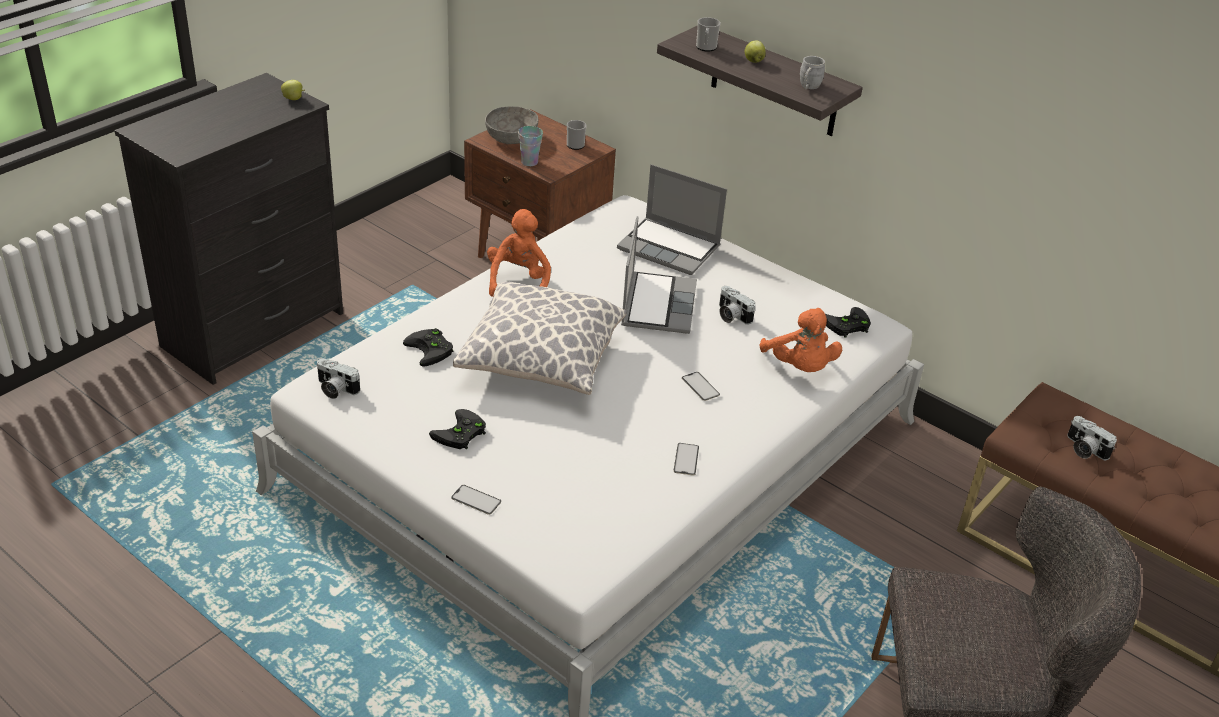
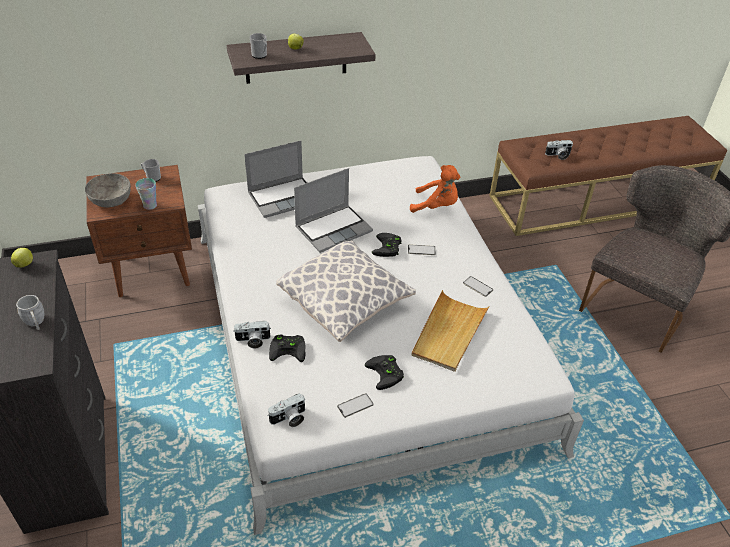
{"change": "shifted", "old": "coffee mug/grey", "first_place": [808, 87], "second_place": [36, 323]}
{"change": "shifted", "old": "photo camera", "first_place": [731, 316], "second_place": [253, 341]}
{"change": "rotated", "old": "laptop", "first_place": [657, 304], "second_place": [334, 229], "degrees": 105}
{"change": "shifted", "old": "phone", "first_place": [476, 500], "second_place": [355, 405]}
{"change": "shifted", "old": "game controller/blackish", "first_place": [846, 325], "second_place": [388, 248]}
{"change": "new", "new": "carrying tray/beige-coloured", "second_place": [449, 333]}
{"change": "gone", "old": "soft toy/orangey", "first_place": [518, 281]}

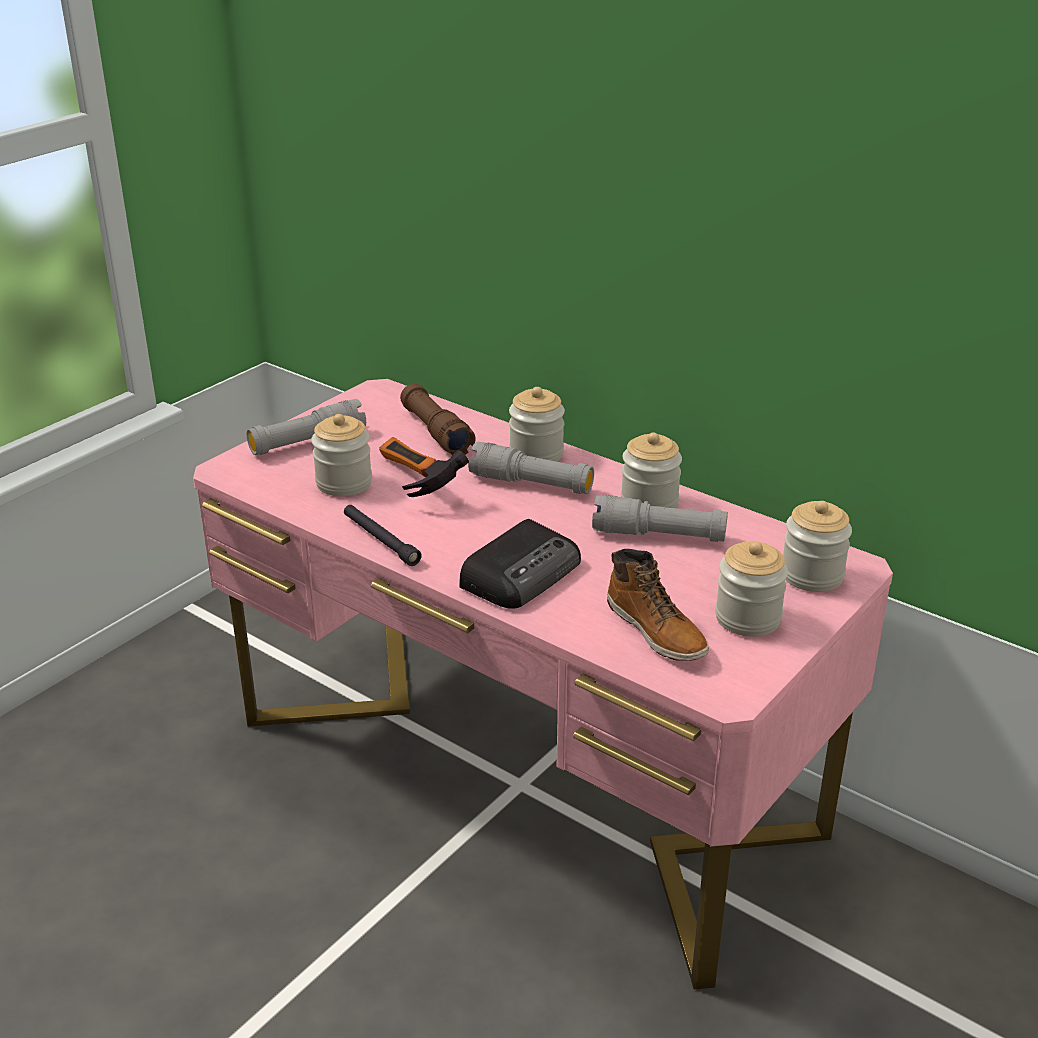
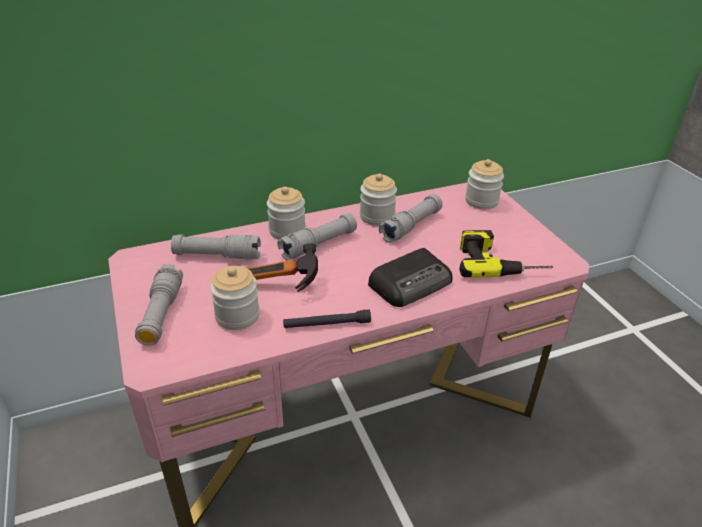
{"change": "repainted", "old": "flashlight/brown", "new": "flashlight/grey", "first_place": [436, 432], "second_place": [217, 256]}
{"change": "rotated", "old": "radio set", "first_place": [522, 573], "second_place": [411, 283], "degrees": 75}
{"change": "swapped", "old": "tall boot", "new": "electric drill", "first_place": [657, 630], "second_place": [499, 261]}
{"change": "gone", "old": "preserve jar", "first_place": [748, 618]}

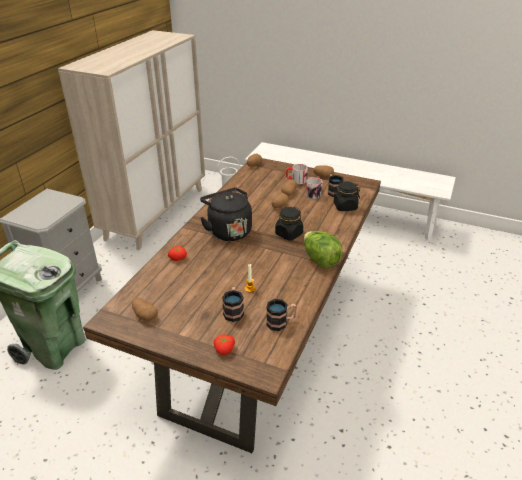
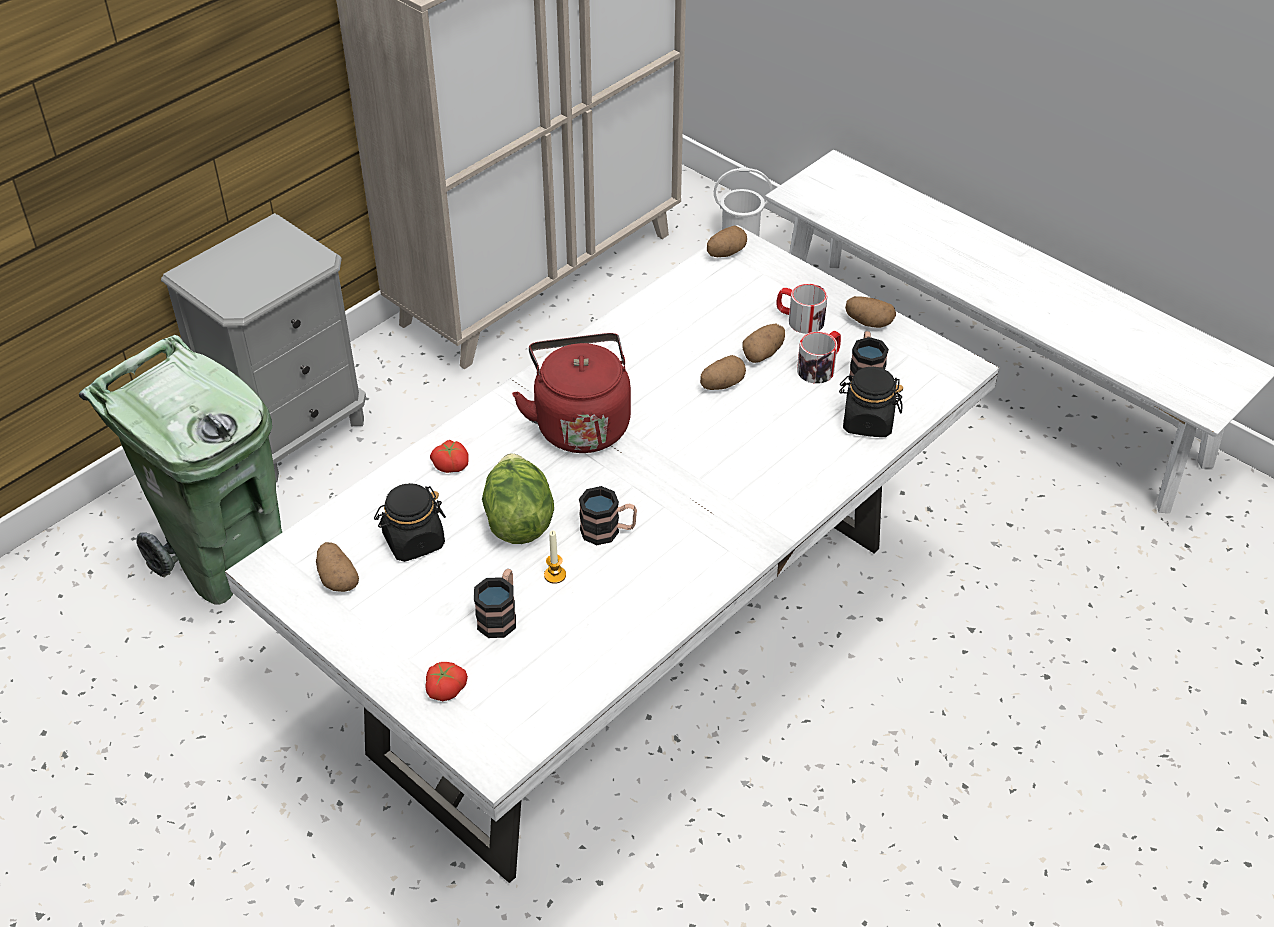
{"change": "repainted", "old": "dining table/brown", "new": "dining table/white-coloured", "first_place": [261, 336], "second_place": [636, 649]}
{"change": "shifted", "old": "preserve jar/blackish", "first_place": [288, 234], "second_place": [413, 541]}
{"change": "shifted", "old": "head of lettuce", "first_place": [320, 260], "second_place": [518, 520]}
{"change": "repainted", "old": "kettle/blackish", "new": "kettle/red-coloured", "first_place": [228, 230], "second_place": [580, 423]}
{"change": "shifted", "old": "coffee mug", "first_place": [281, 322], "second_place": [608, 531]}

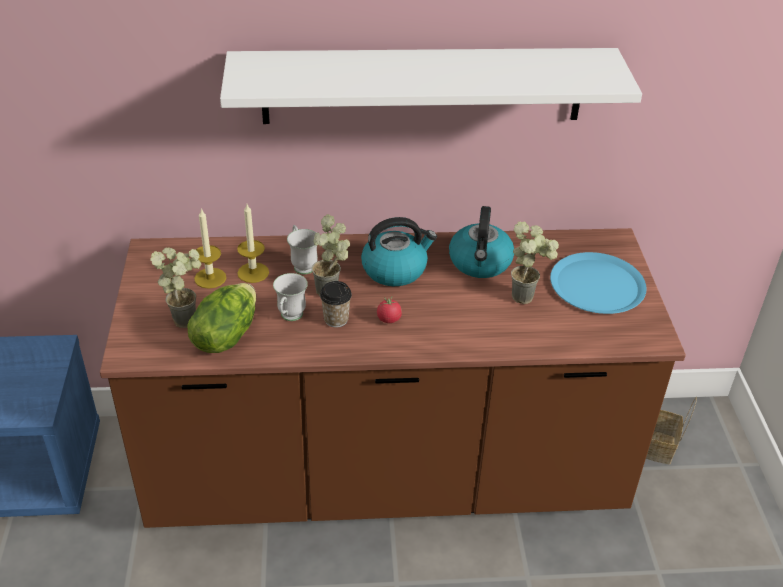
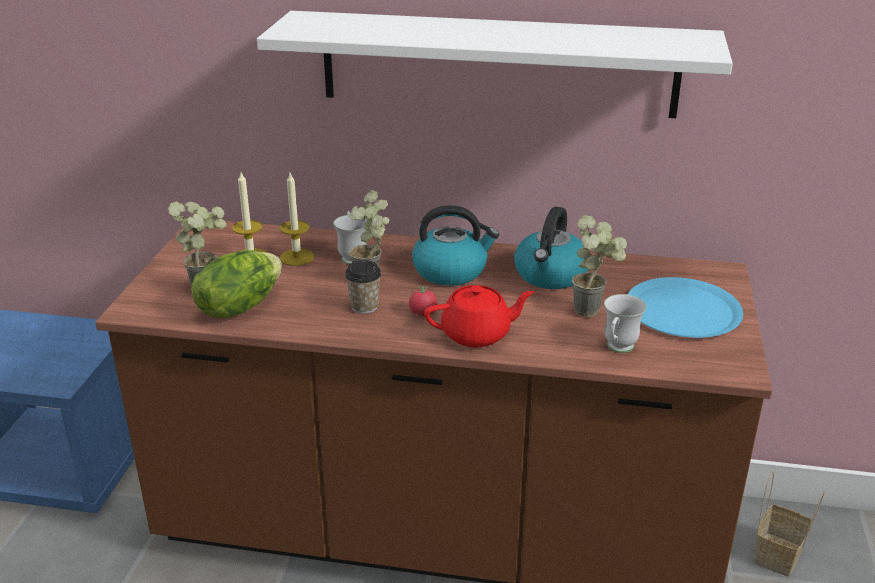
{"change": "new", "new": "teapot/red-coloured", "second_place": [477, 334]}
{"change": "shifted", "old": "coffee mug/white-coloured", "first_place": [290, 318], "second_place": [617, 349]}

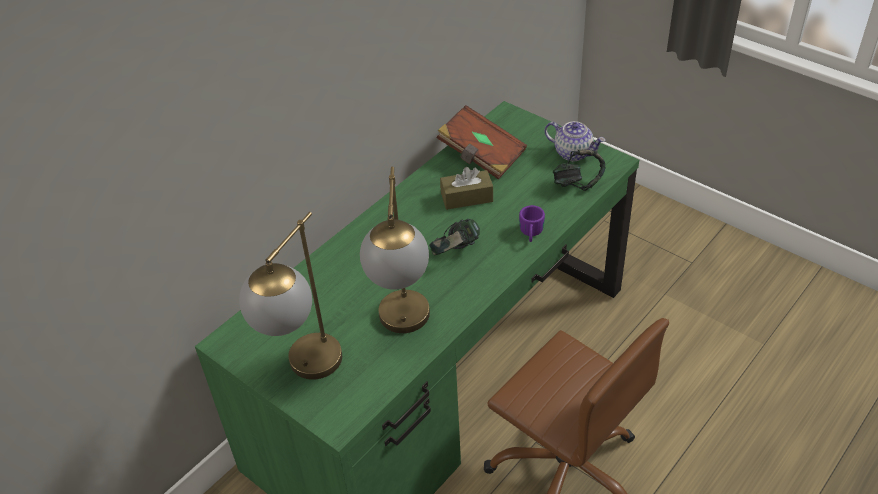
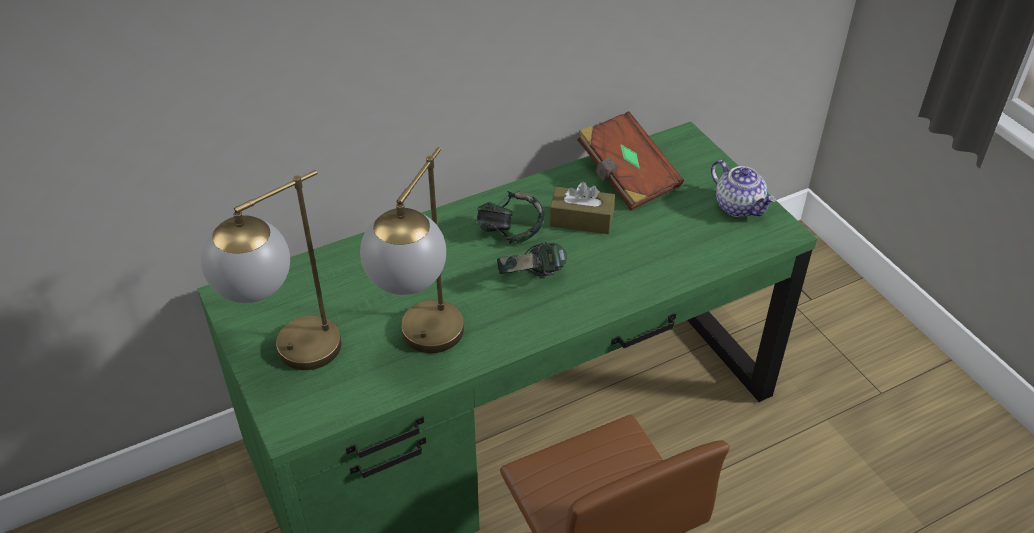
{"change": "shifted", "old": "headset", "first_place": [577, 183], "second_place": [510, 233]}
{"change": "gone", "old": "coffee mug/purple", "first_place": [531, 234]}

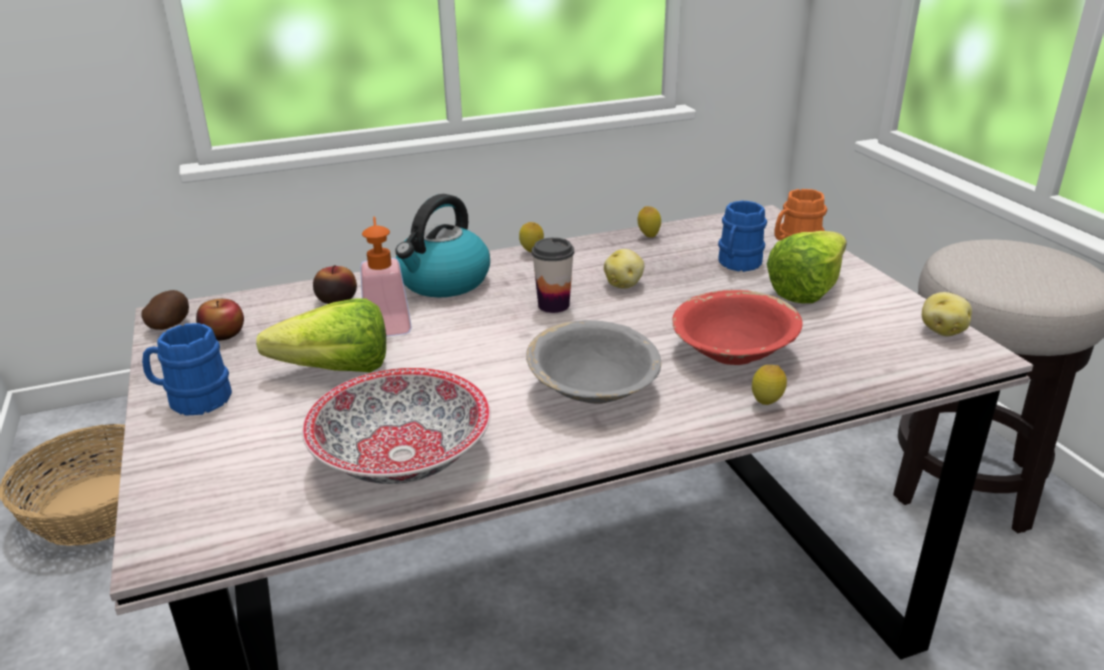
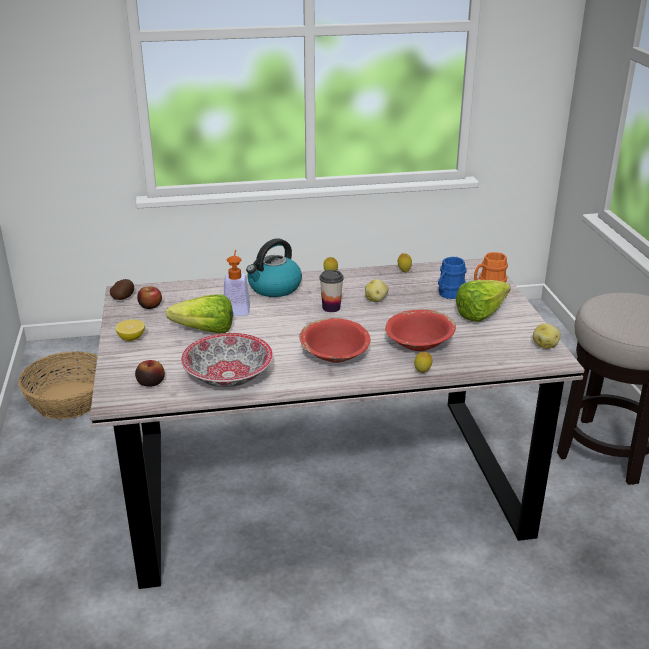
{"change": "swapped", "old": "coffee mug/blue", "new": "citrus fruit", "first_place": [192, 400], "second_place": [131, 338]}
{"change": "shifted", "old": "whole apple", "first_place": [336, 299], "second_place": [151, 382]}
{"change": "repainted", "old": "bowl/grey", "new": "bowl/red-coloured", "first_place": [593, 390], "second_place": [334, 355]}

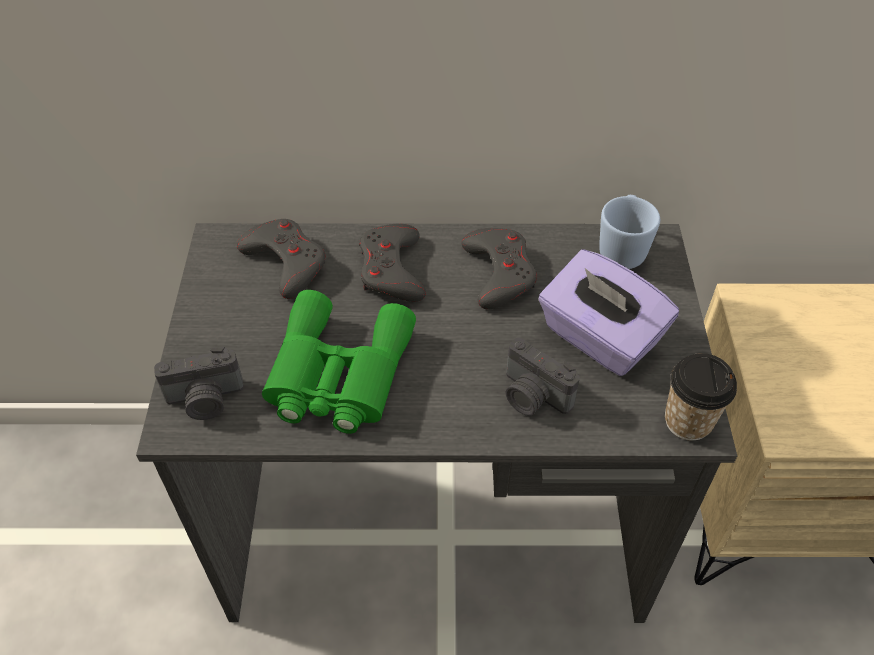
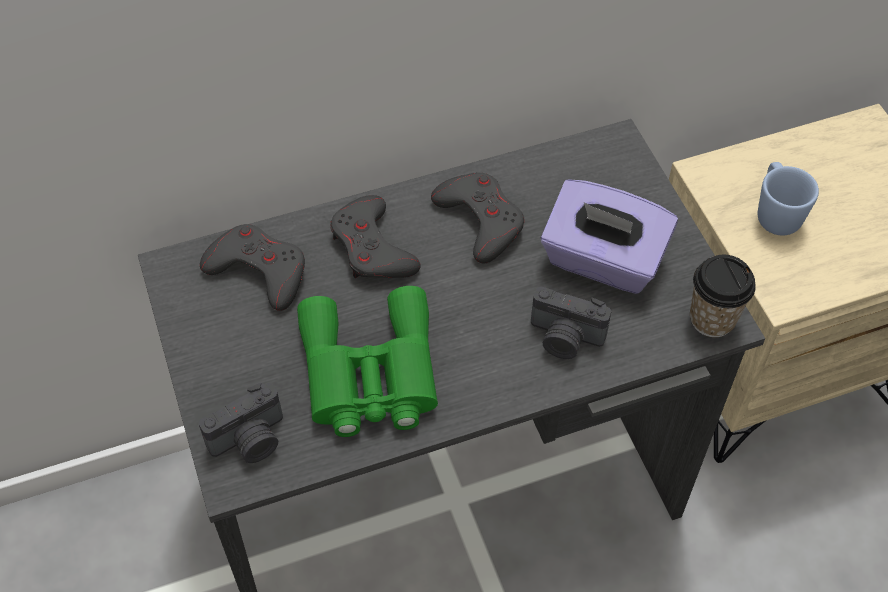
{"change": "shifted", "old": "coffee mug/blue", "first_place": [622, 249], "second_place": [775, 213]}

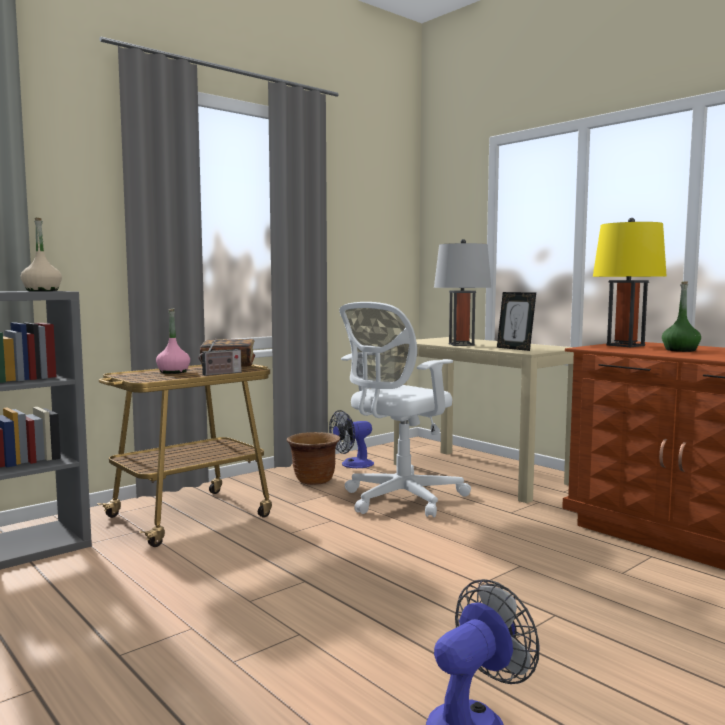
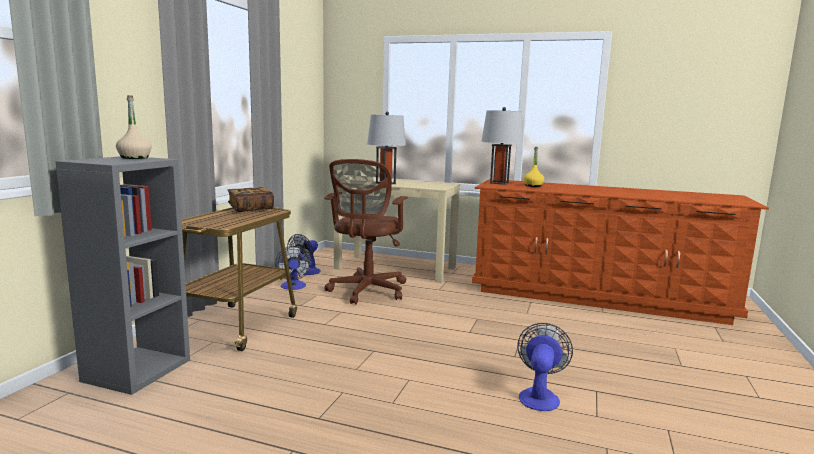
{"change": "swapped", "old": "plant pot/brown", "new": "fan", "first_place": [314, 480], "second_place": [293, 287]}
{"change": "repainted", "old": "office chair/white-coloured", "new": "office chair/brown", "first_place": [399, 500], "second_place": [366, 292]}
{"change": "repainted", "old": "tabletop lamp/yellow-coloured", "new": "tabletop lamp/grey", "first_place": [625, 345], "second_place": [499, 183]}
{"change": "repainted", "old": "drink bottle/green-coloured", "new": "drink bottle/yellow-coloured", "first_place": [680, 350], "second_place": [533, 186]}
{"change": "gone", "old": "drink bottle/pink-coloured", "first_place": [173, 372]}
{"change": "gone", "old": "radio set", "first_place": [220, 374]}
{"change": "gone", "old": "photo frame", "first_place": [515, 349]}

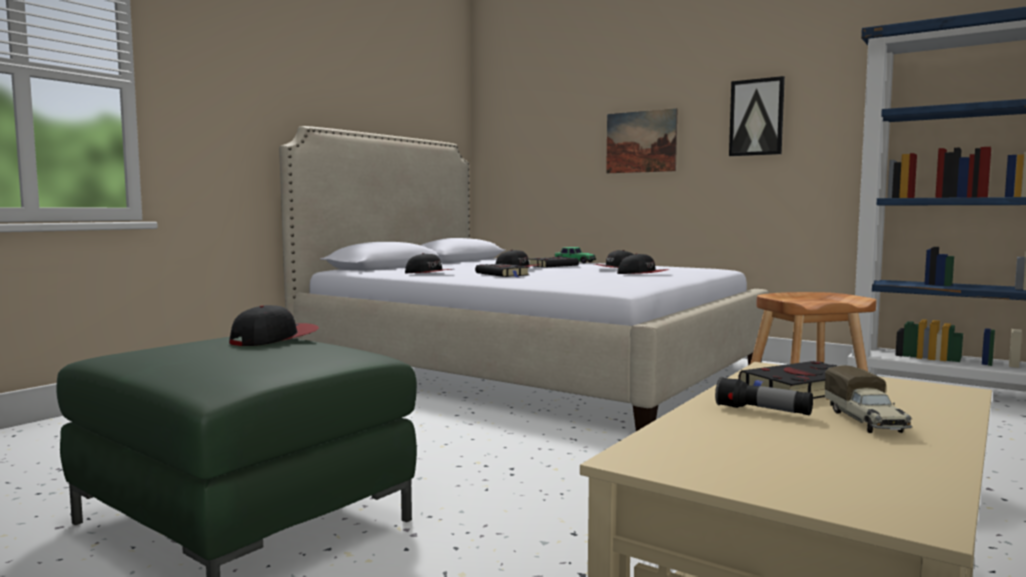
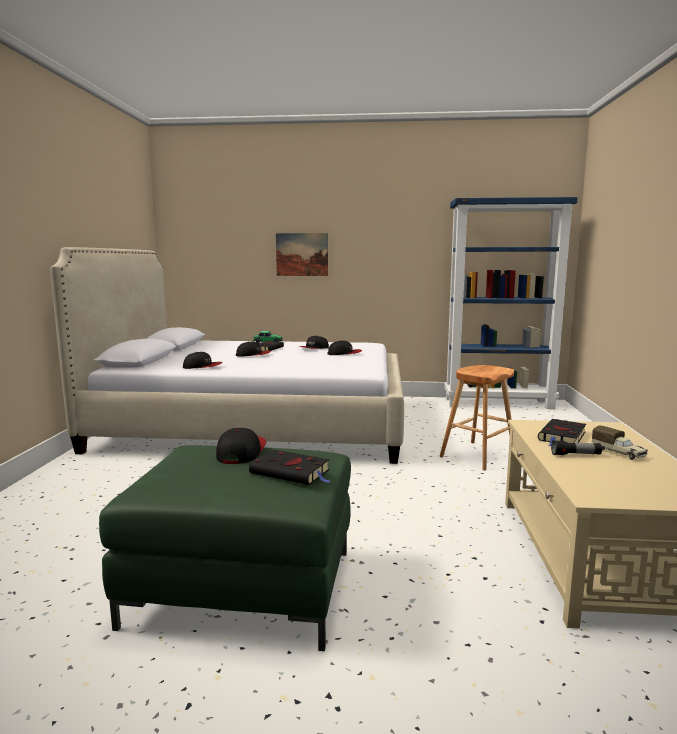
{"change": "shifted", "old": "volume/blackish", "first_place": [503, 274], "second_place": [292, 472]}
{"change": "gone", "old": "wall picture", "first_place": [756, 117]}

